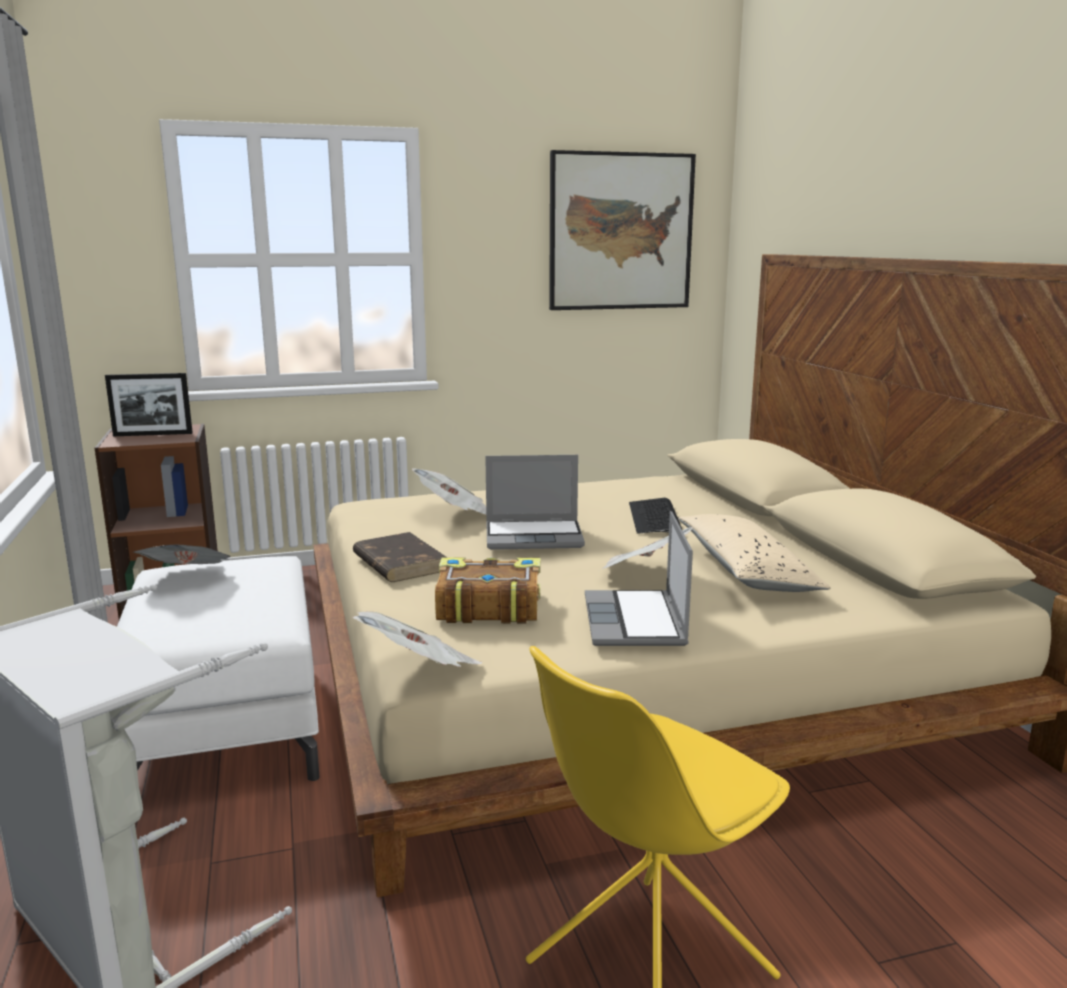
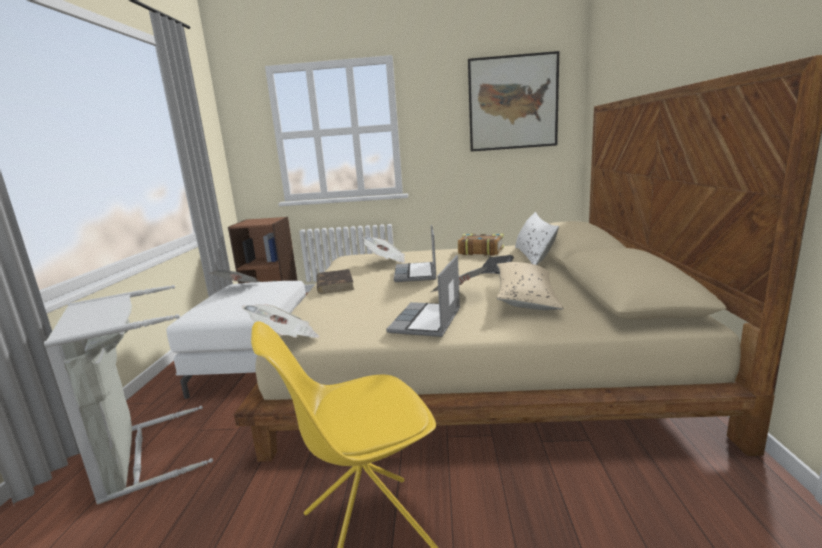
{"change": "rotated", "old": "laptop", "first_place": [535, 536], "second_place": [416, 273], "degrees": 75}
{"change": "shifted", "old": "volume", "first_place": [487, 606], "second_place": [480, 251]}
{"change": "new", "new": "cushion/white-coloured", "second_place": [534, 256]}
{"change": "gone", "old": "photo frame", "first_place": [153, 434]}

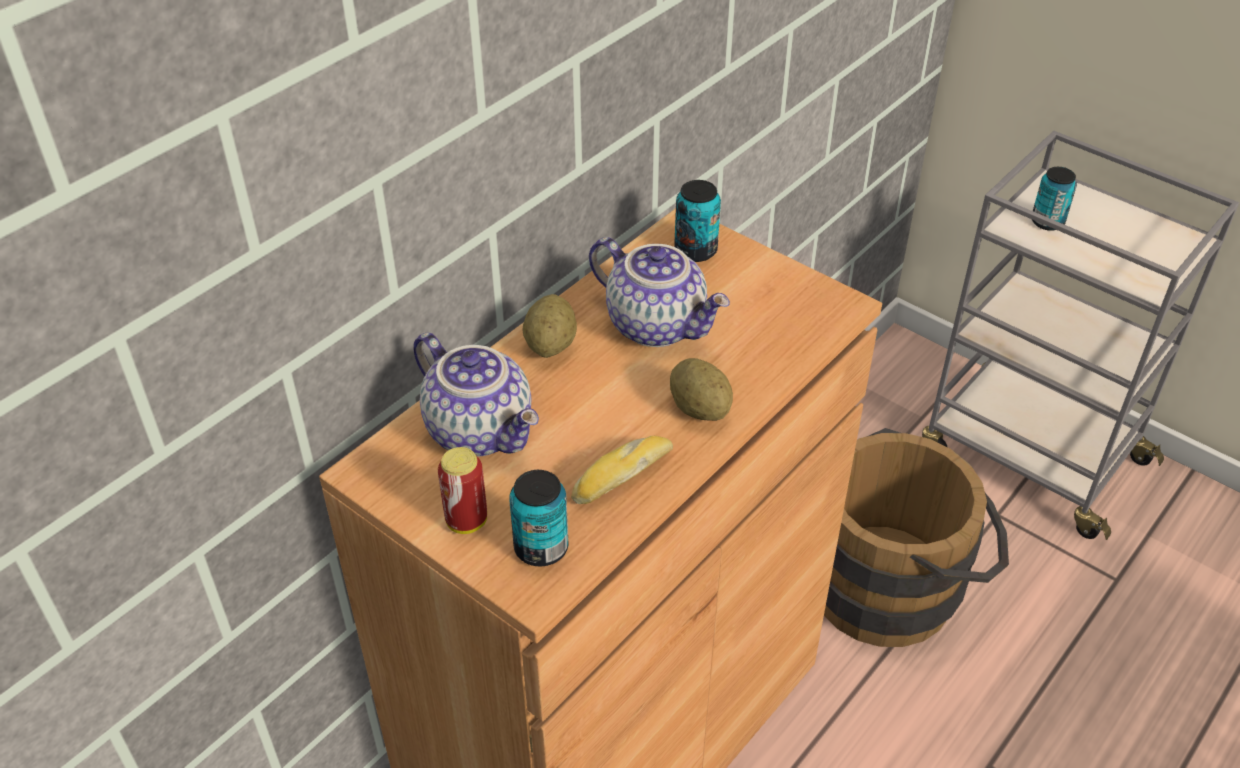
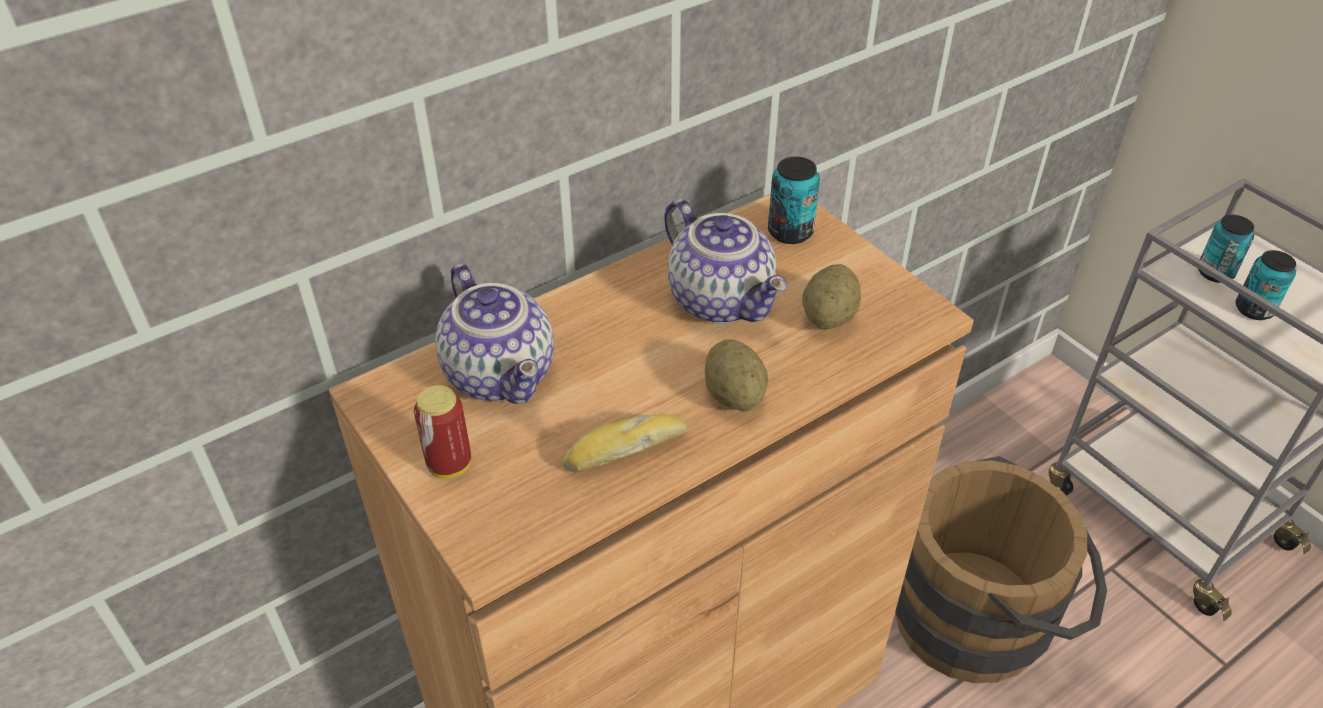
{"change": "shifted", "old": "spud", "first_place": [551, 345], "second_place": [829, 317]}
{"change": "shifted", "old": "can", "first_place": [541, 548], "second_place": [1253, 309]}

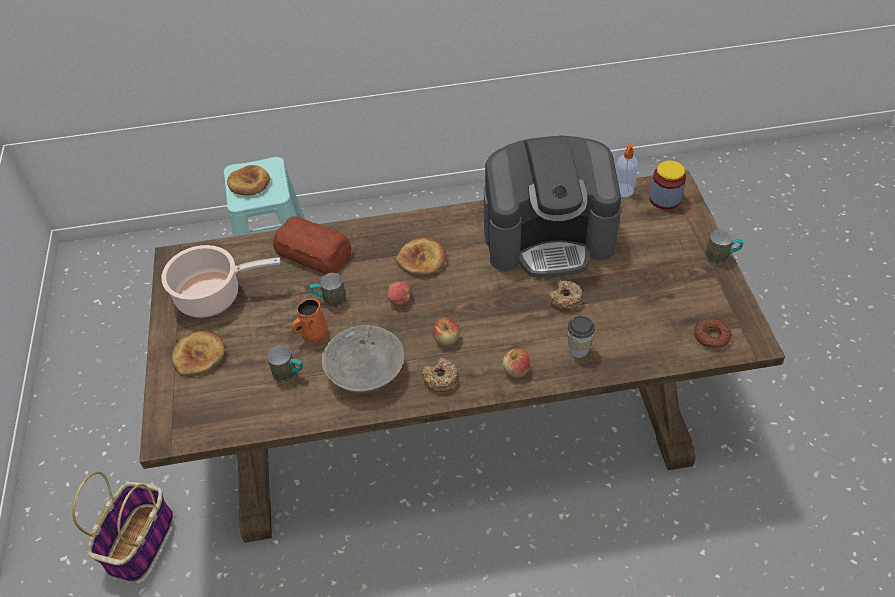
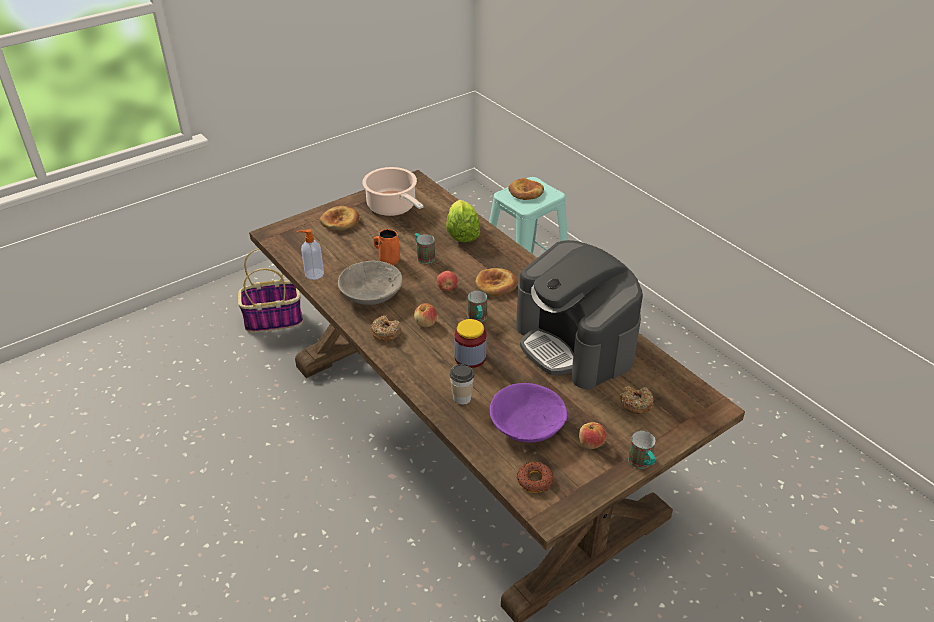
{"change": "shifted", "old": "liquid soap bottle", "first_place": [623, 191], "second_place": [313, 274]}
{"change": "swapped", "old": "bread", "new": "head of lettuce", "first_place": [314, 254], "second_place": [462, 233]}
{"change": "shifted", "old": "preserve jar", "first_place": [665, 199], "second_place": [470, 357]}
{"change": "shifted", "old": "coffee mug", "first_place": [289, 374], "second_place": [478, 319]}
{"change": "new", "new": "bowl/purple", "second_place": [526, 425]}
{"change": "shifted", "old": "whole apple", "first_place": [516, 370], "second_place": [591, 443]}
{"change": "shifted", "old": "doughnut", "first_place": [565, 300], "second_place": [635, 403]}

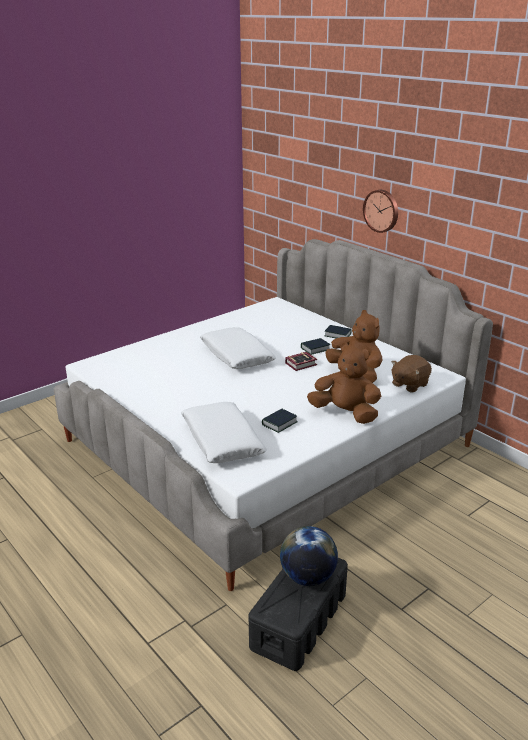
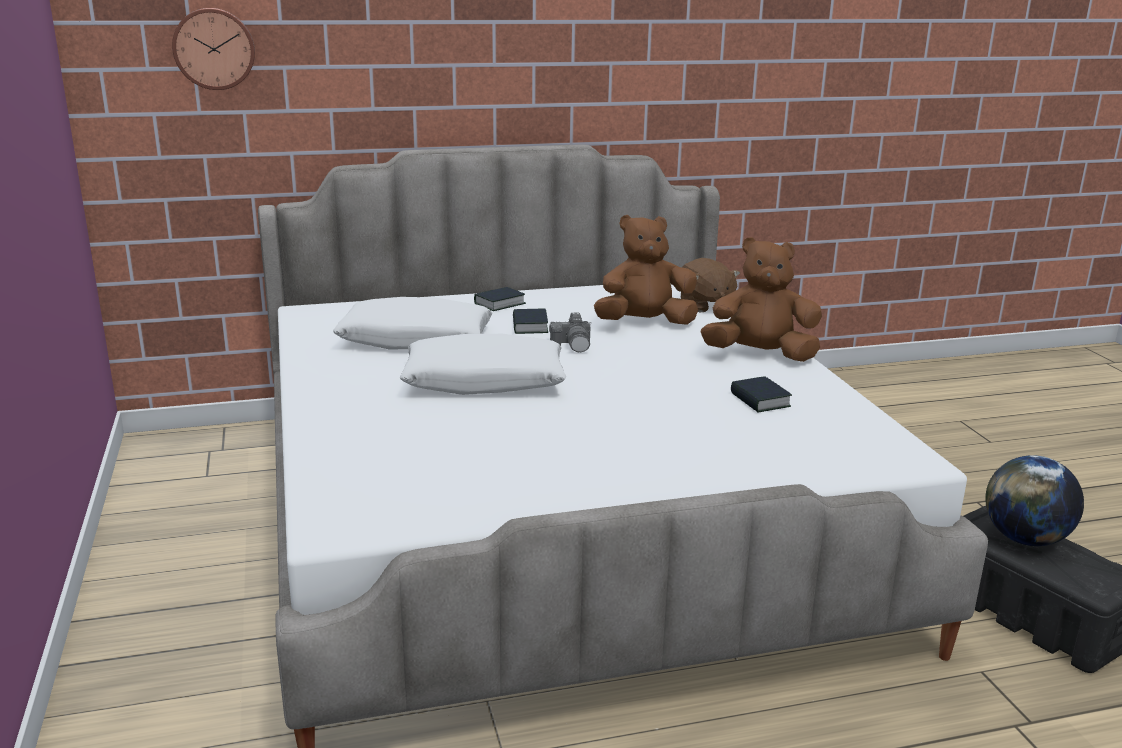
{"change": "shifted", "old": "wall clock", "first_place": [382, 210], "second_place": [214, 48]}
{"change": "shifted", "old": "cushion/white-coloured", "first_place": [222, 441], "second_place": [415, 339]}
{"change": "swapped", "old": "volume", "new": "photo camera", "first_place": [302, 364], "second_place": [573, 345]}
{"change": "rotated", "old": "soft toy/brown", "first_place": [345, 413], "second_place": [760, 355], "degrees": 45}

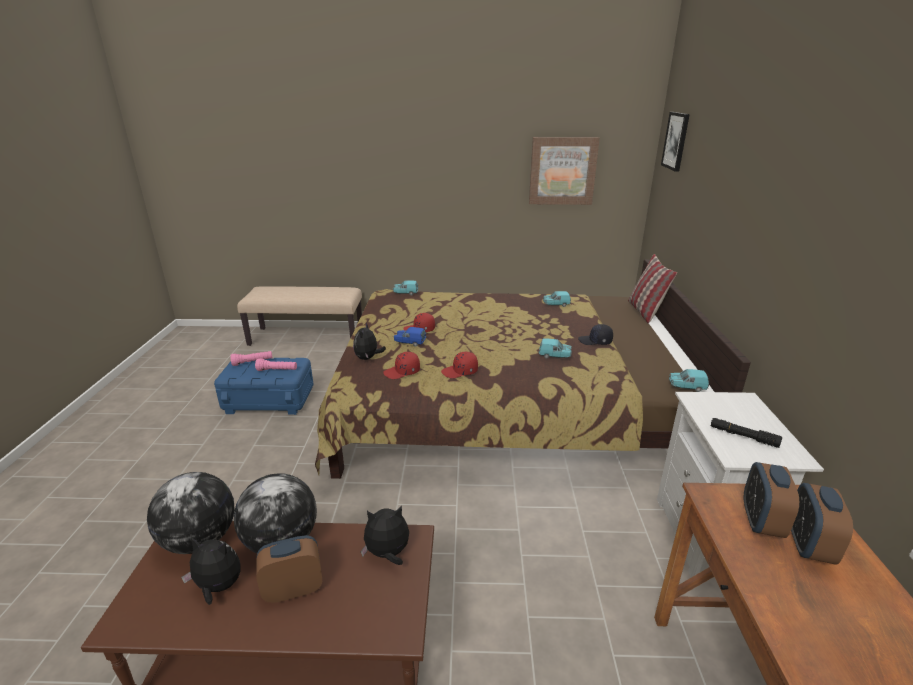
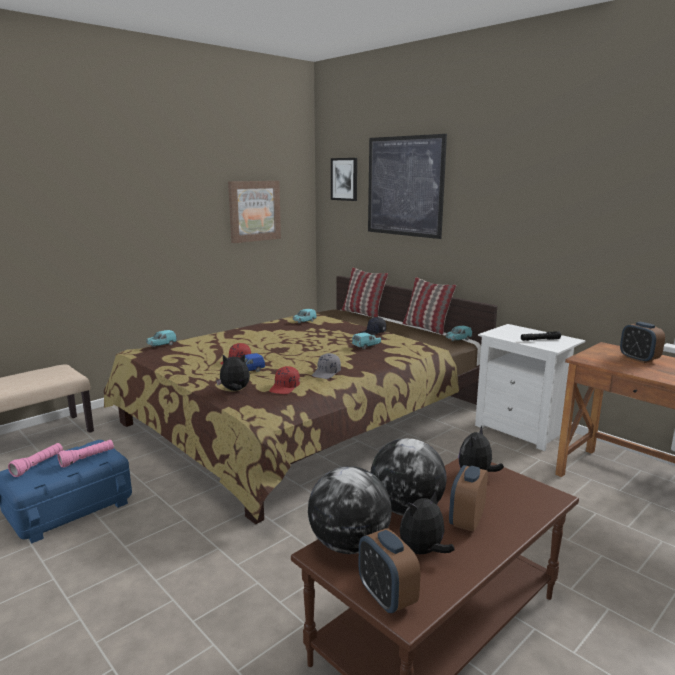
{"change": "rotated", "old": "soft toy", "first_place": [368, 358], "second_place": [235, 390], "degrees": 120}
{"change": "repainted", "old": "cap/red-coloured", "new": "cap/grey", "first_place": [460, 372], "second_place": [326, 373]}
{"change": "shifted", "old": "alarm clock", "first_place": [761, 522], "second_place": [386, 597]}
{"change": "new", "new": "wall picture", "second_place": [405, 186]}
{"change": "new", "new": "cushion", "second_place": [426, 328]}

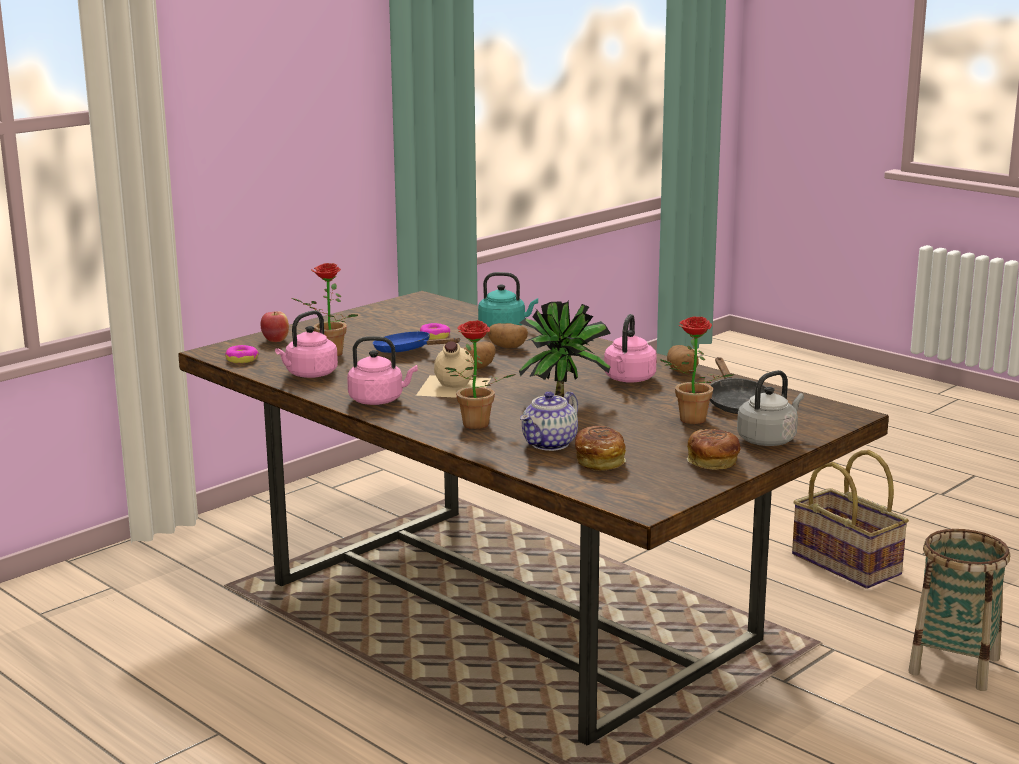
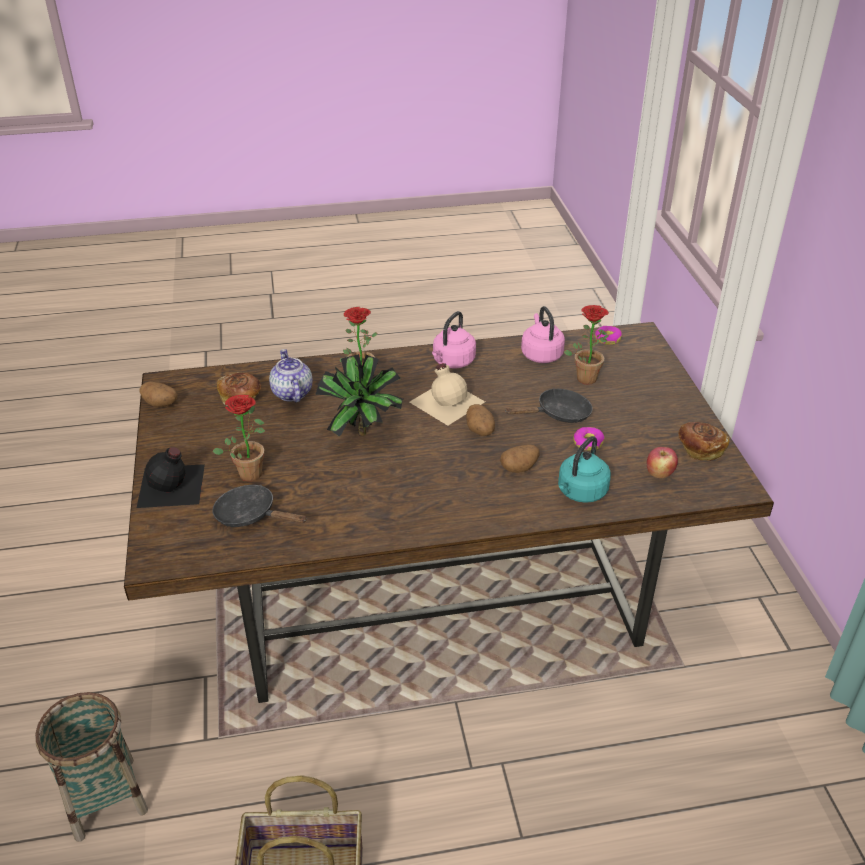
{"change": "swapped", "old": "kettle/grey", "new": "drink bottle/blackish", "first_place": [769, 440], "second_place": [172, 486]}
{"change": "shifted", "old": "spud", "first_place": [681, 371], "second_place": [161, 404]}
{"change": "repainted", "old": "skillet/blue", "new": "skillet/blackish", "first_place": [407, 351], "second_place": [558, 414]}
{"change": "shifted", "old": "whole apple", "first_place": [275, 340], "second_place": [659, 474]}
{"change": "shifted", "old": "bread", "first_place": [713, 463], "second_place": [699, 449]}
{"change": "gone", "old": "kettle/pink-coloured", "first_place": [629, 379]}

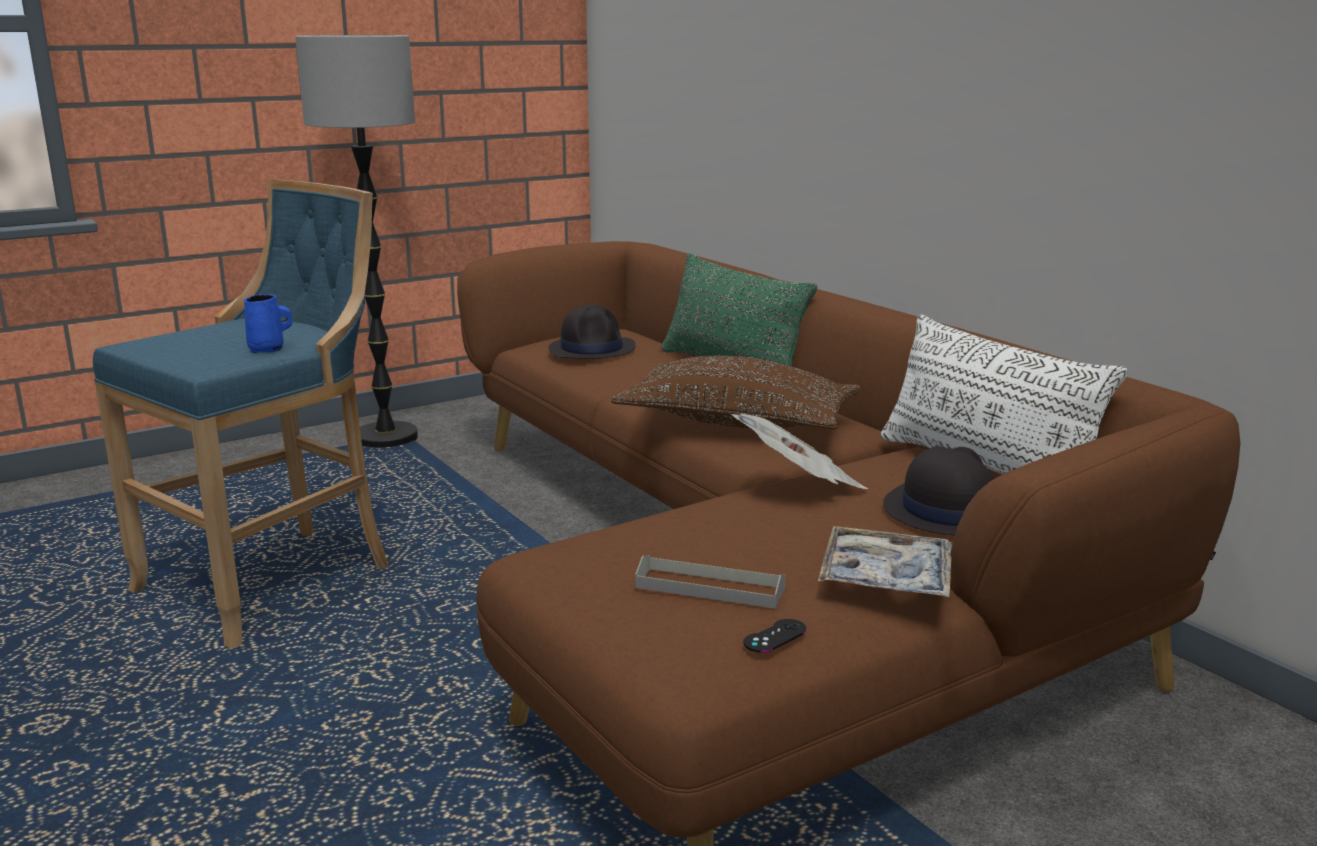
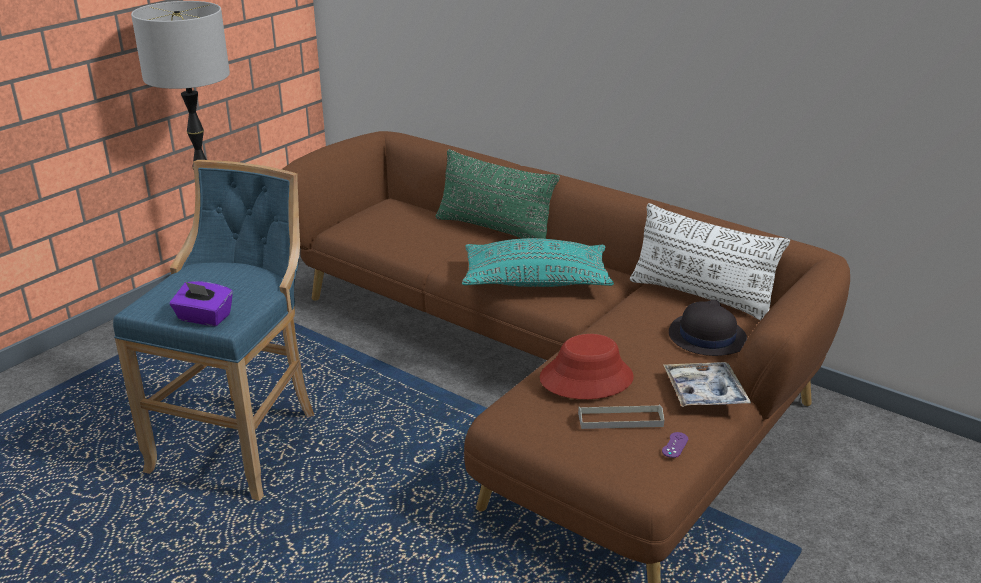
{"change": "new", "new": "box of tissues/purple", "second_place": [204, 318]}
{"change": "repainted", "old": "cushion/brown", "new": "cushion/turquoise", "first_place": [737, 422], "second_place": [536, 281]}
{"change": "new", "new": "wearable hat/red-coloured", "second_place": [586, 378]}
{"change": "repainted", "old": "game controller/blackish", "new": "game controller/purple", "first_place": [775, 636], "second_place": [675, 445]}
{"change": "gone", "old": "coffee mug/blue", "first_place": [268, 349]}
{"change": "gone", "old": "wearable hat/blackish", "first_place": [592, 349]}
{"change": "gone", "old": "newspaper", "first_place": [798, 484]}

